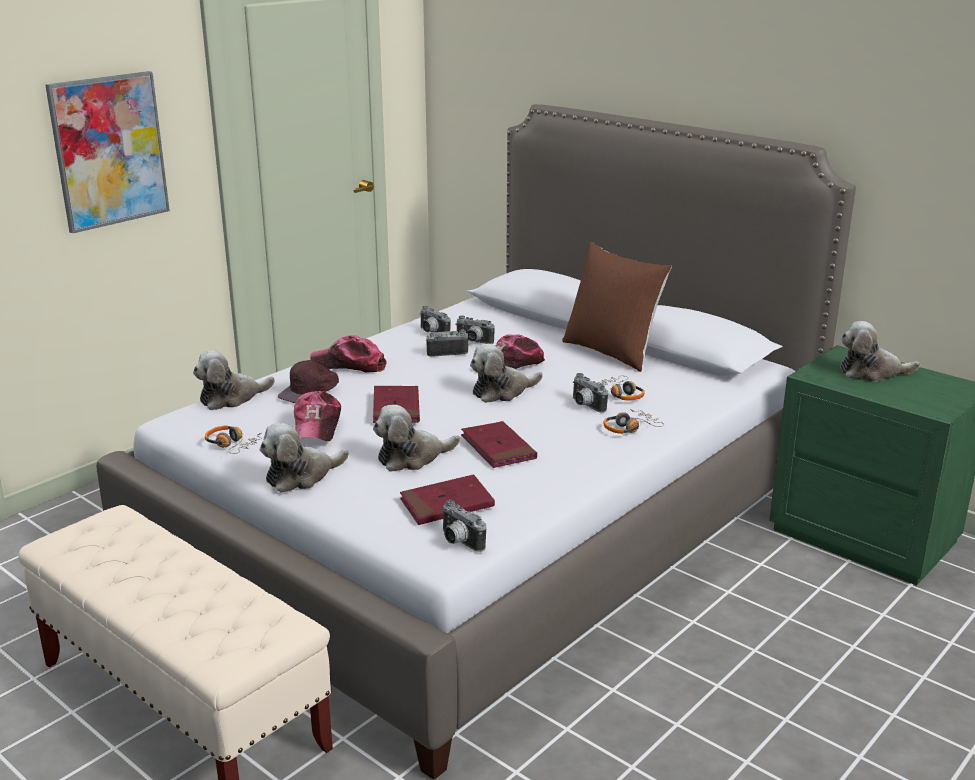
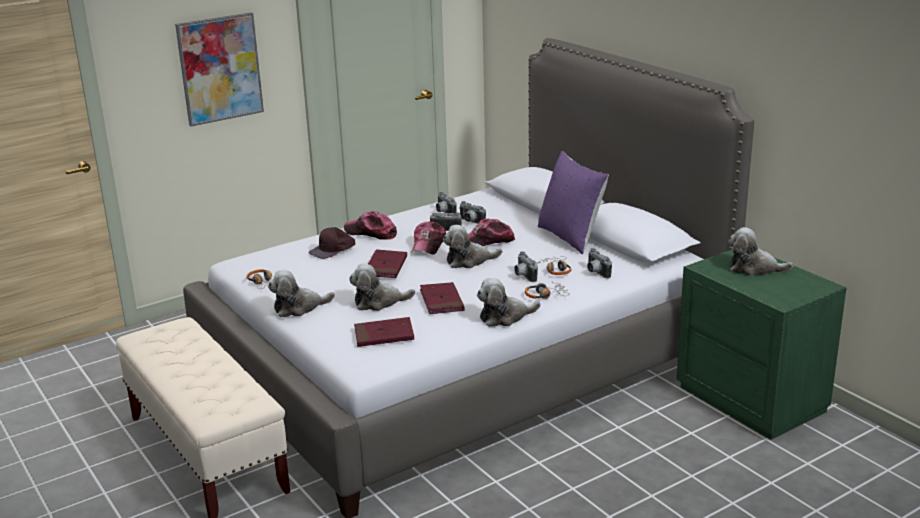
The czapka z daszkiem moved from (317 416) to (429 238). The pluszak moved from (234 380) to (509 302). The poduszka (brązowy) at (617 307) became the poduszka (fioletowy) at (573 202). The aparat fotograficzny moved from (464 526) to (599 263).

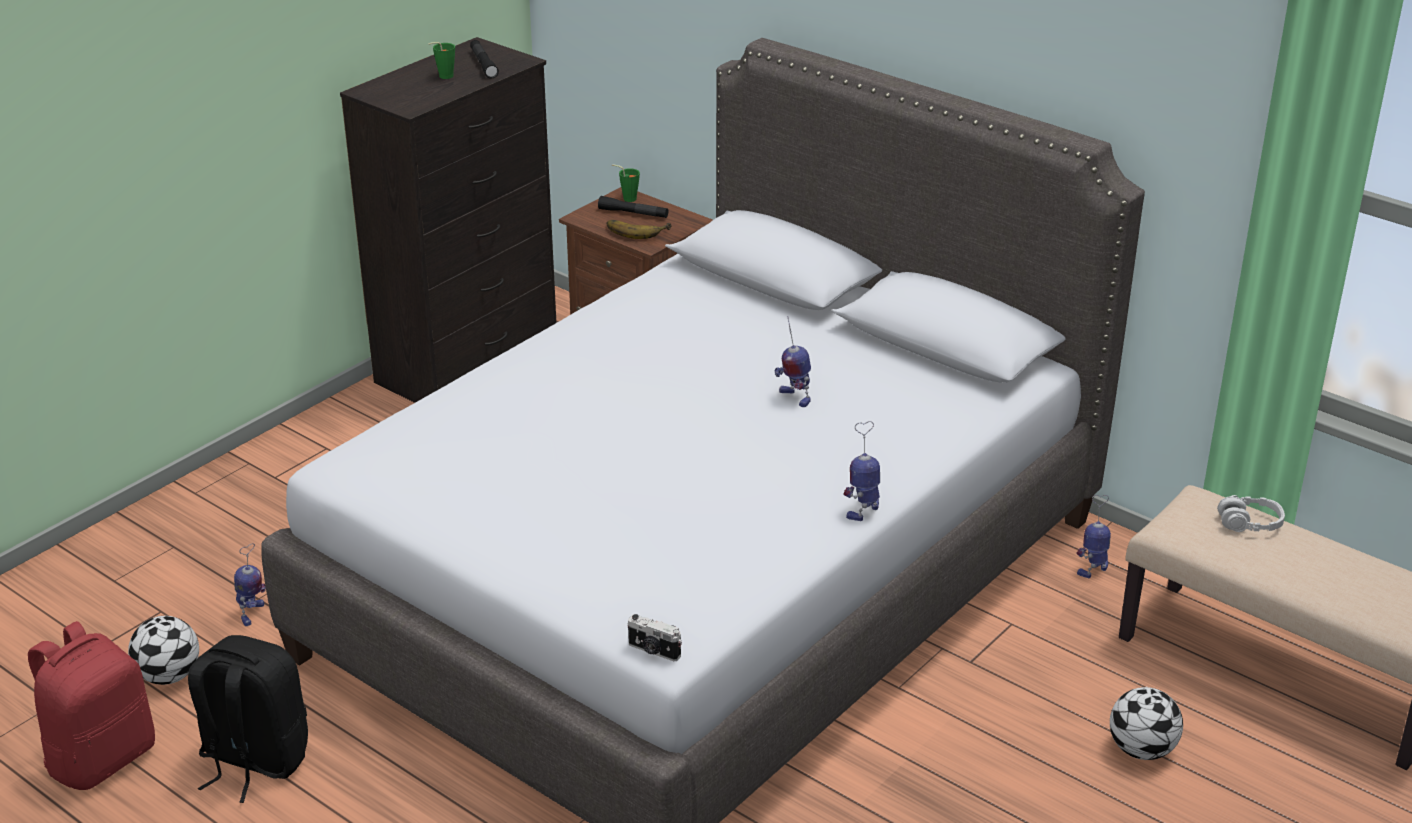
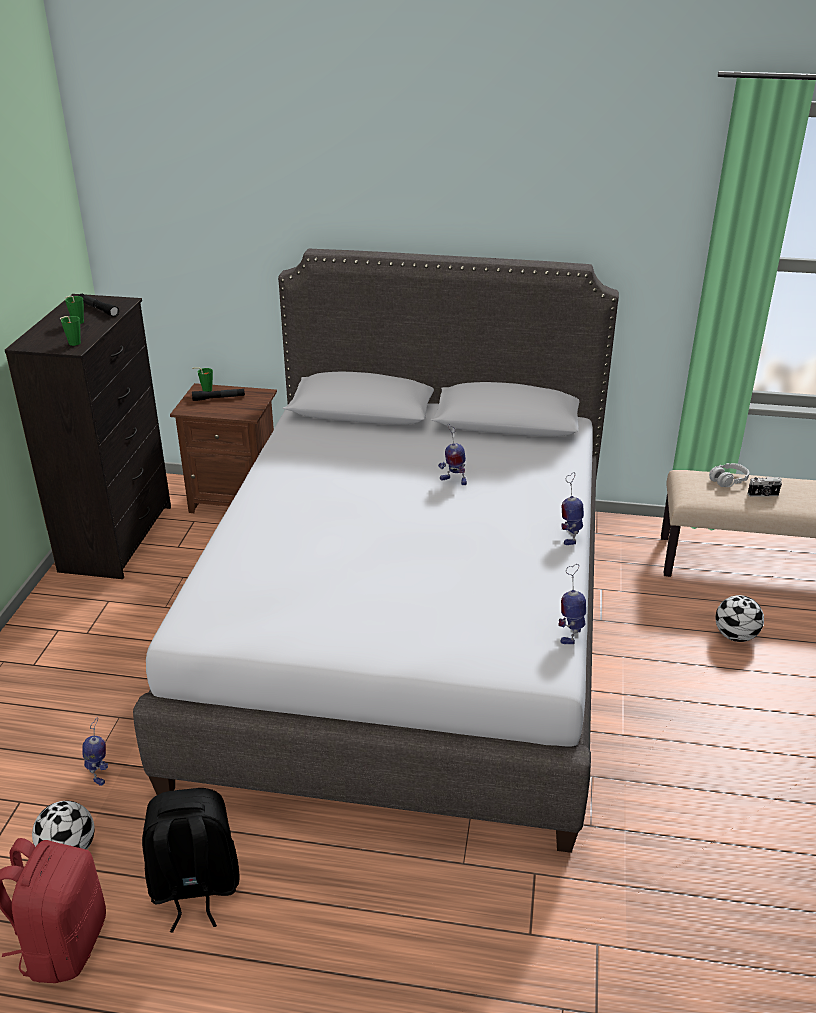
The filiżanka (zielony) at (70 331) appeared. The robot zabawkowy moved from (1093 536) to (572 604). The aparat fotograficzny moved from (655 637) to (765 487). The banan at (639 229) disappeared.

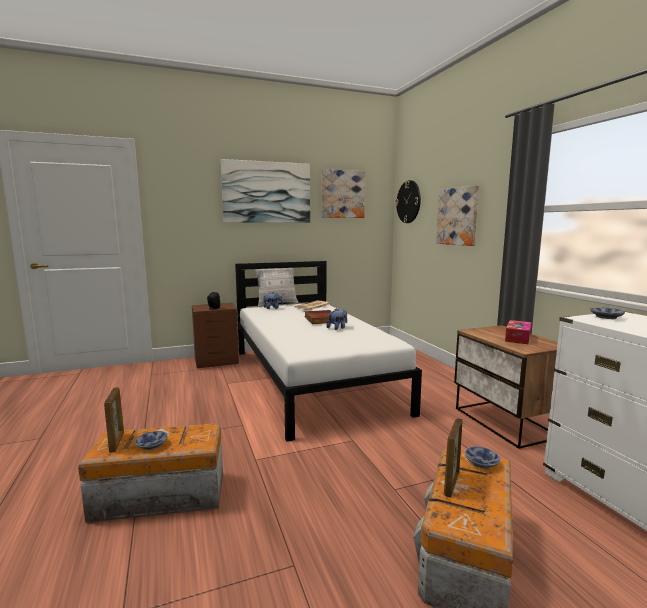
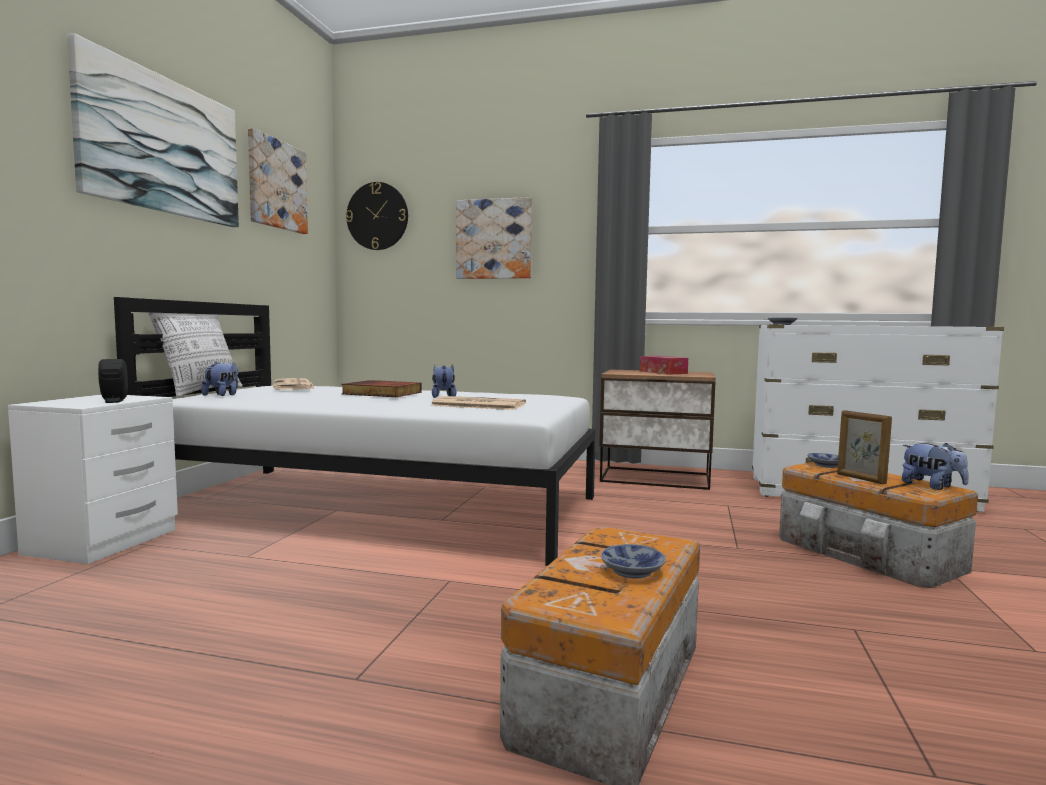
The szafka nocna (brązowy) at (215 335) became the szafka nocna (biały) at (93 479). The gazeta at (478 403) appeared. The pluszak at (935 466) appeared. The ramka na zdjęcie at (114 420) disappeared.

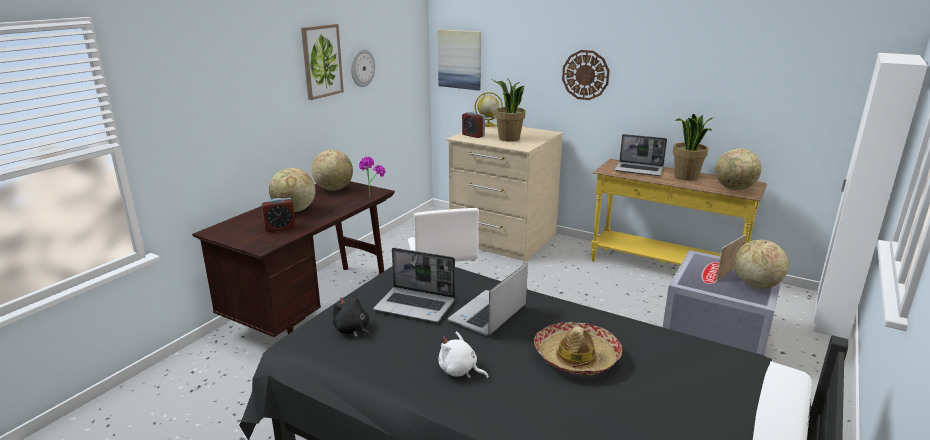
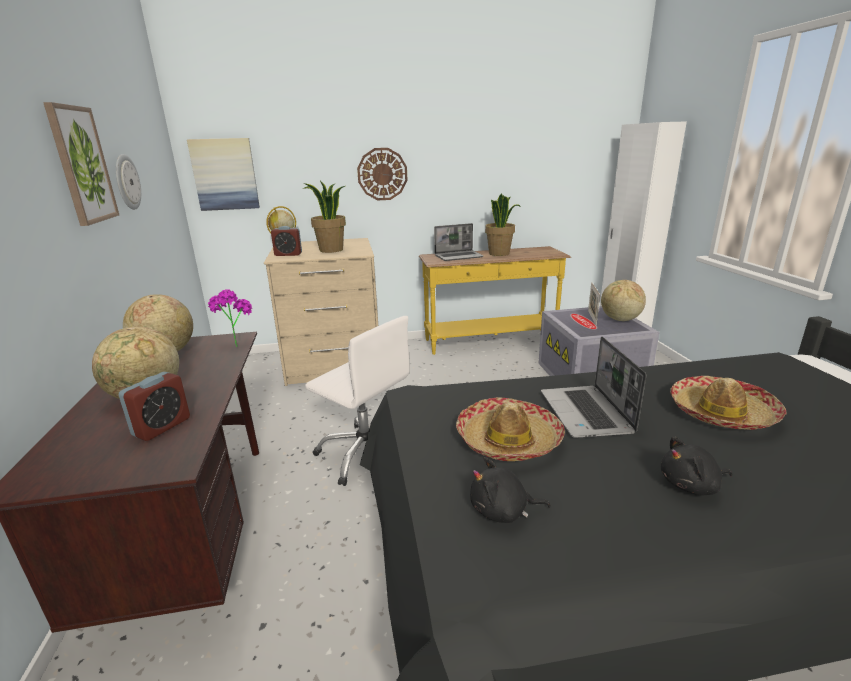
The laptop at (414 285) was replaced by the kapelusz at (510 429). The pluszak (biały) at (464 355) became the pluszak (czarny) at (697 465). The globus at (739 169) disappeared.

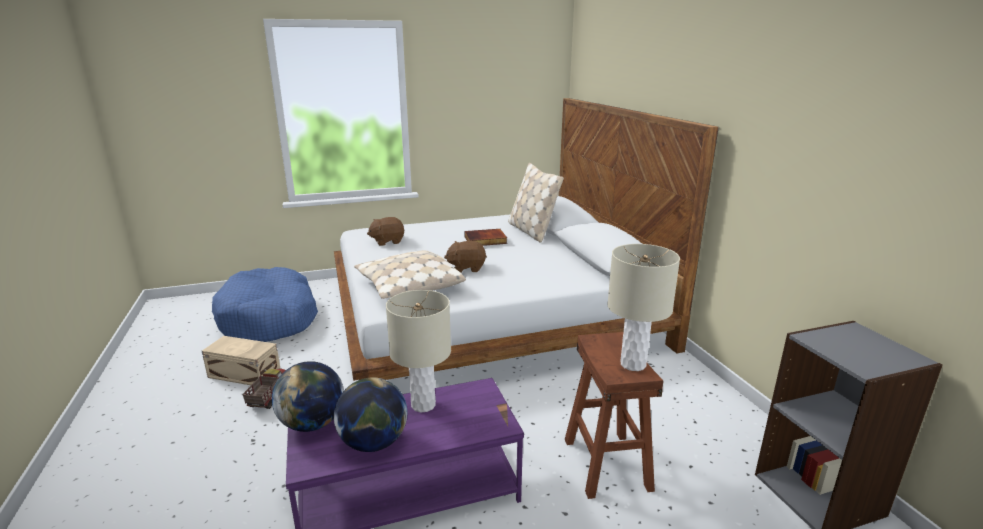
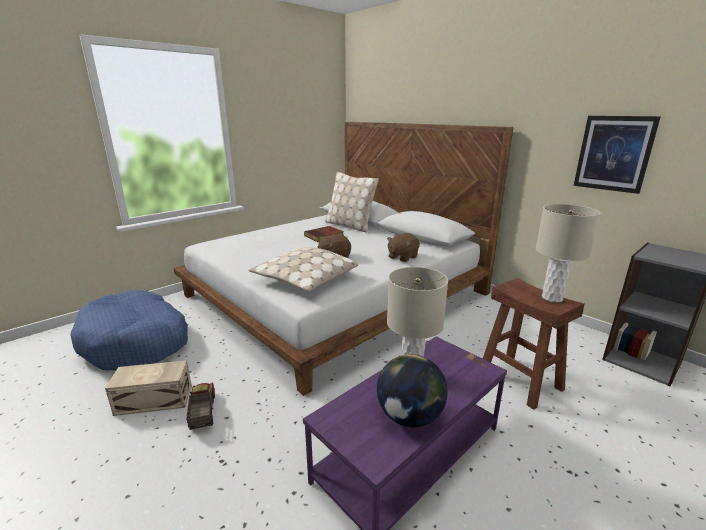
The pluszak (brązowy) moved from (385 231) to (403 247). The obraz at (617 155) appeared. The globus at (308 396) disappeared.

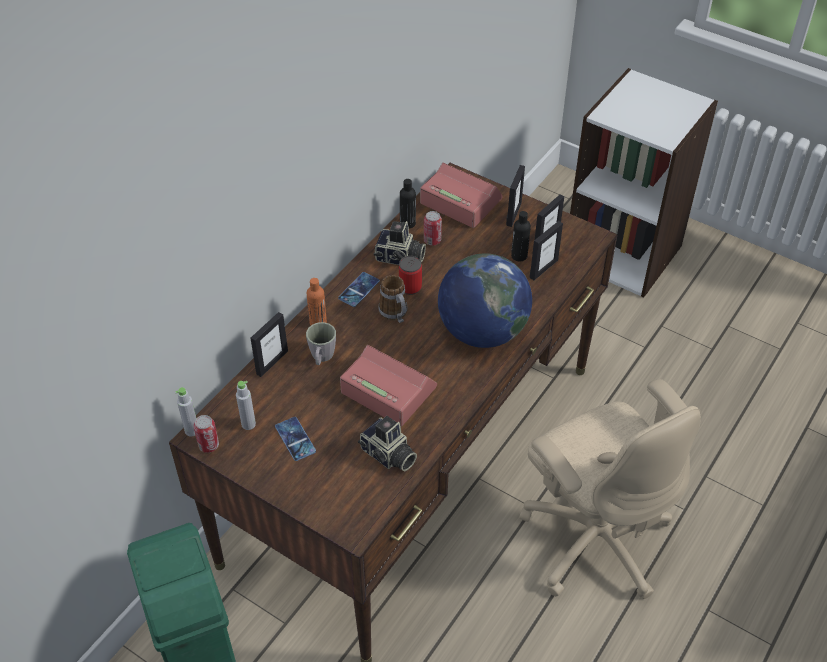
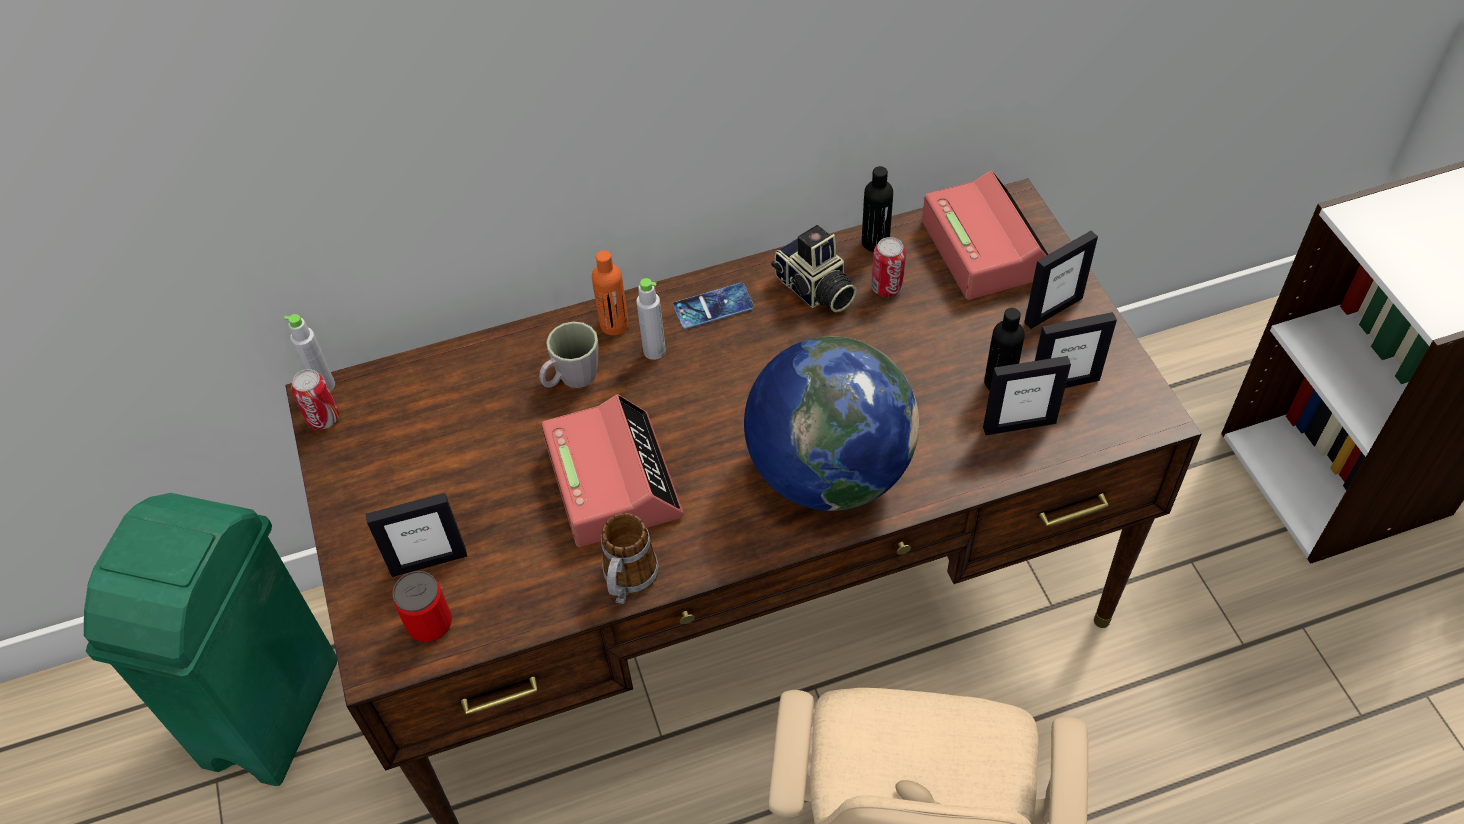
The ramka na zdjęcie moved from (269 344) to (416 535). The puszka moved from (410 275) to (422 606). The kubek moved from (393 299) to (630 558). The butelka (szary) moved from (246 405) to (651 319). The telefon at (295 439) disappeared. The aparat fotograficzny at (387 444) disappeared.

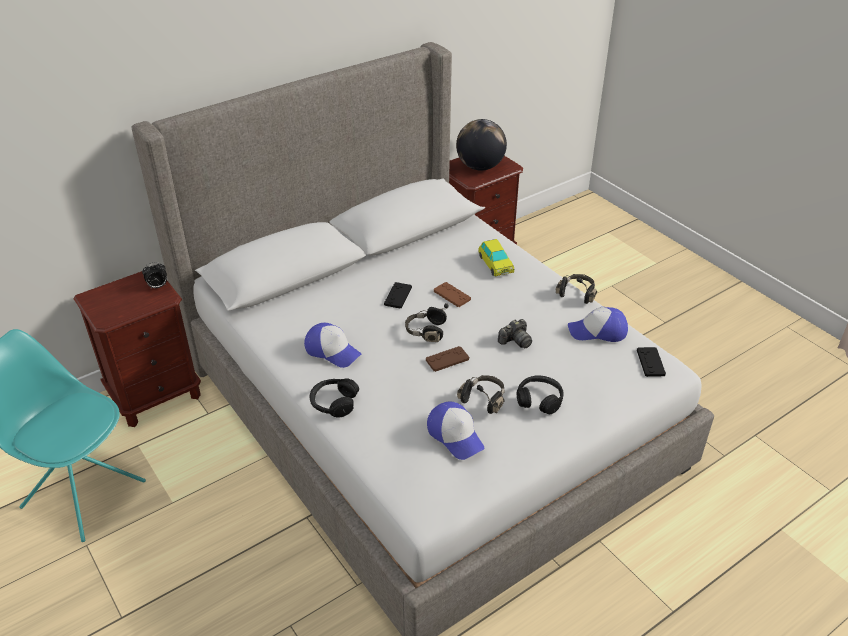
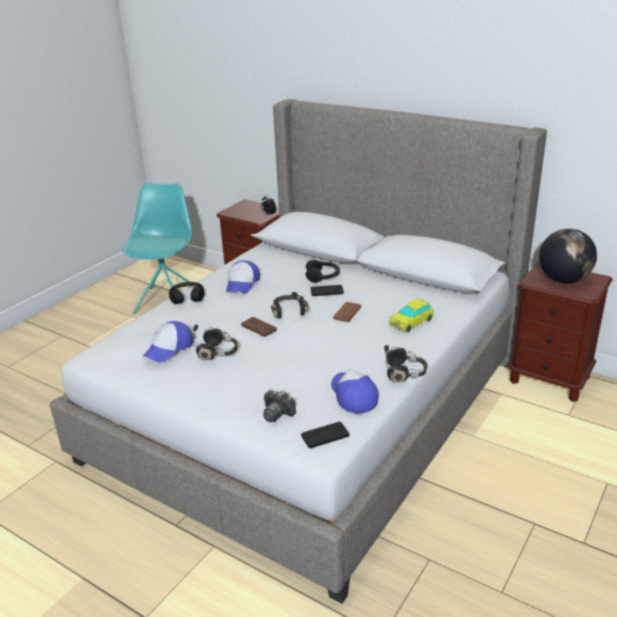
The aparat fotograficzny moved from (515 333) to (279 406). The słuchawki (czarny) moved from (540 394) to (323 271).

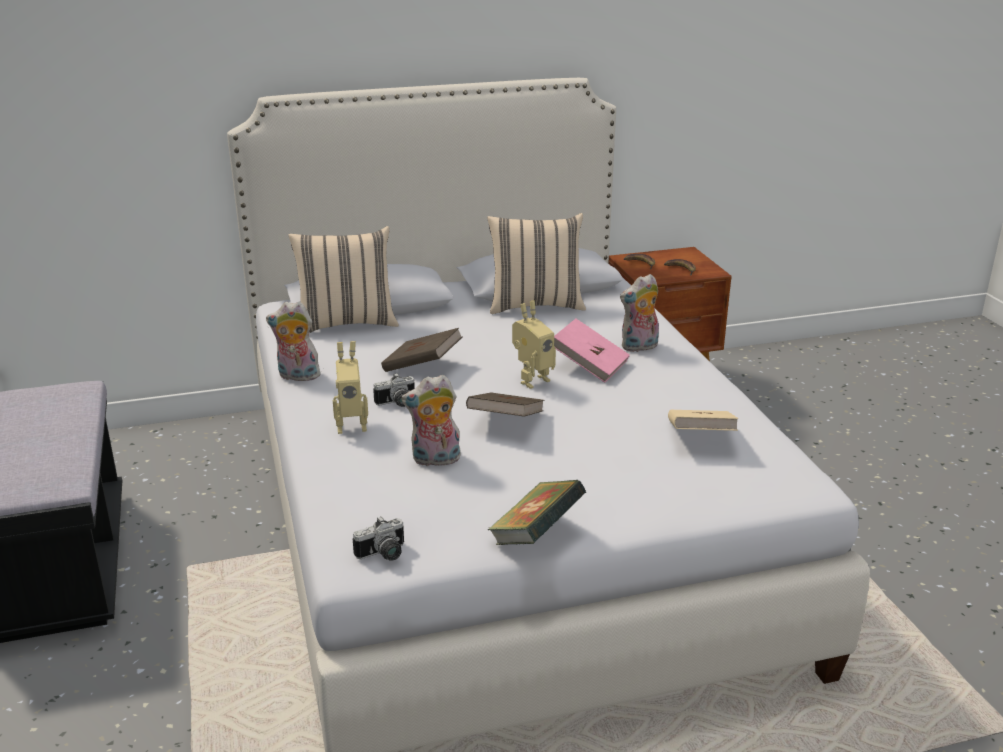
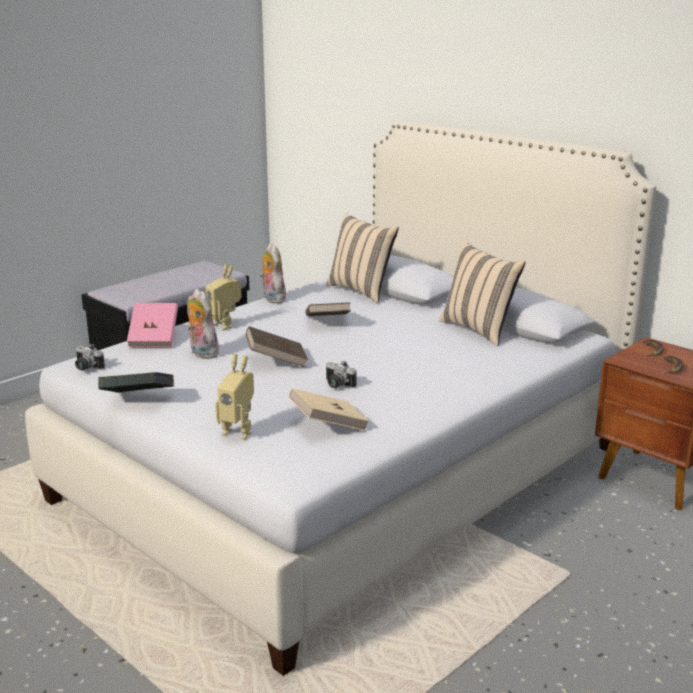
The książka (różowy) moved from (592 351) to (152 325). The robot zabawkowy moved from (534 345) to (234 397). The aparat fotograficzny moved from (394 390) to (341 374). The pluszak at (639 313) disappeared.

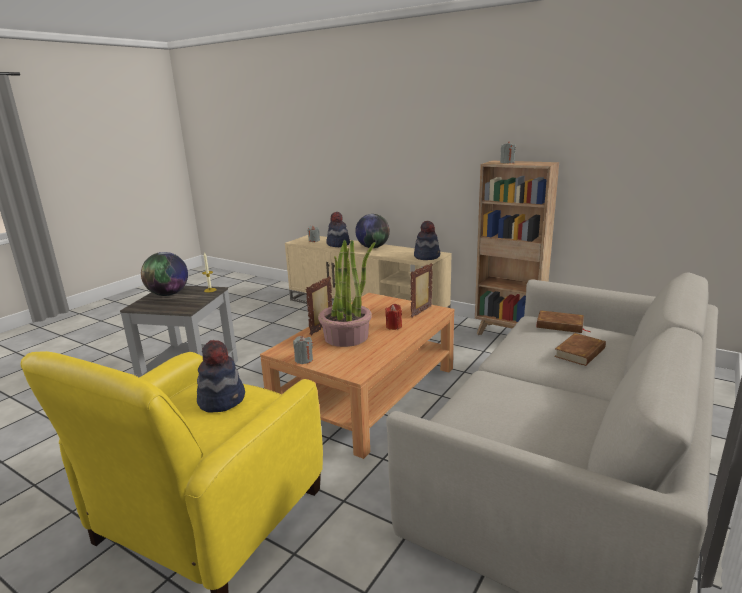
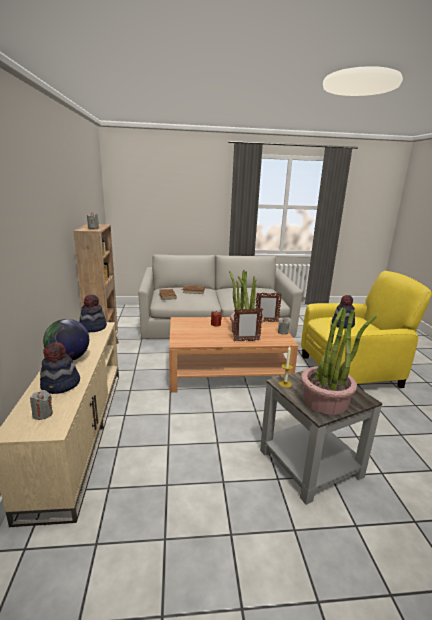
The ramka na zdjęcie moved from (421 290) to (268 307). The globus at (164 274) was replaced by the roślina doniczkowa at (339 361).

